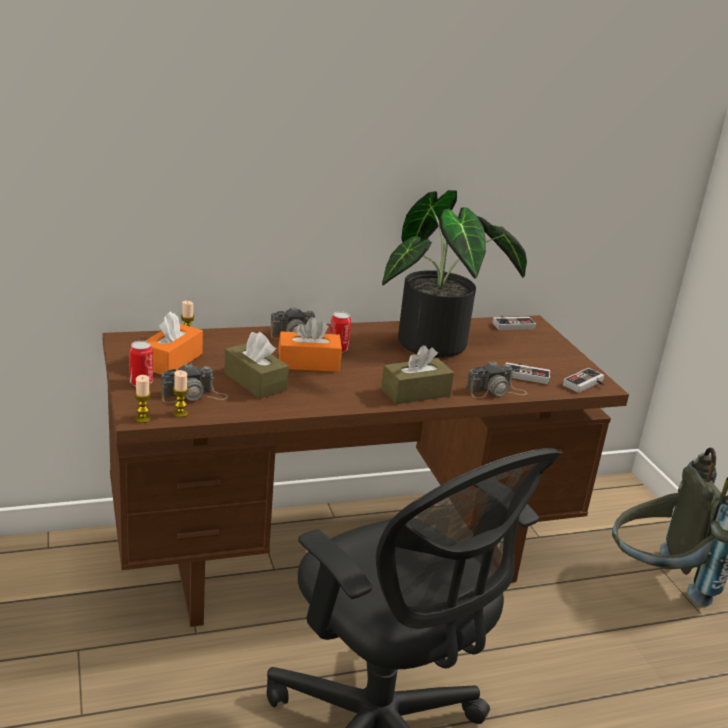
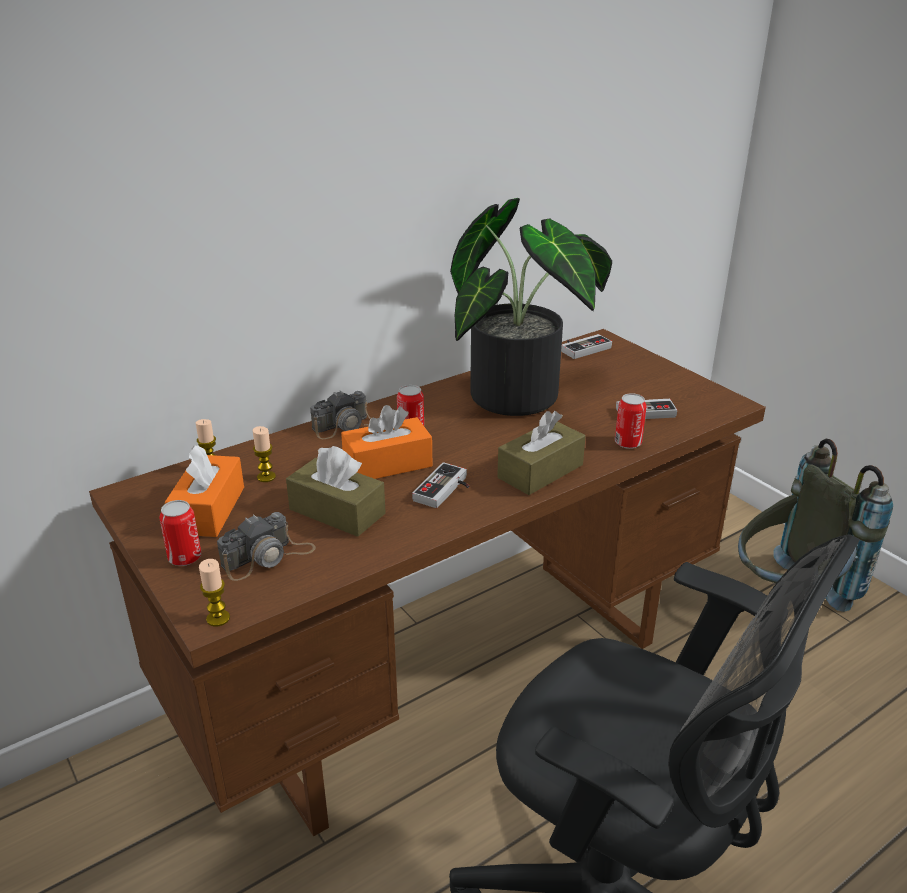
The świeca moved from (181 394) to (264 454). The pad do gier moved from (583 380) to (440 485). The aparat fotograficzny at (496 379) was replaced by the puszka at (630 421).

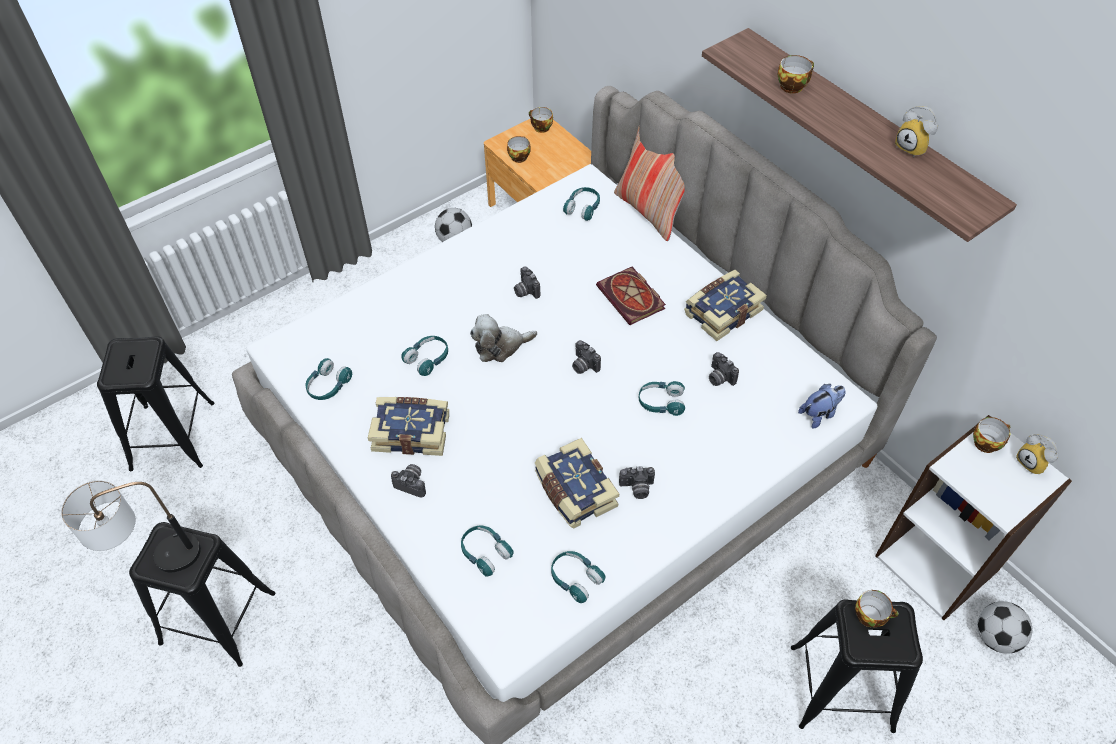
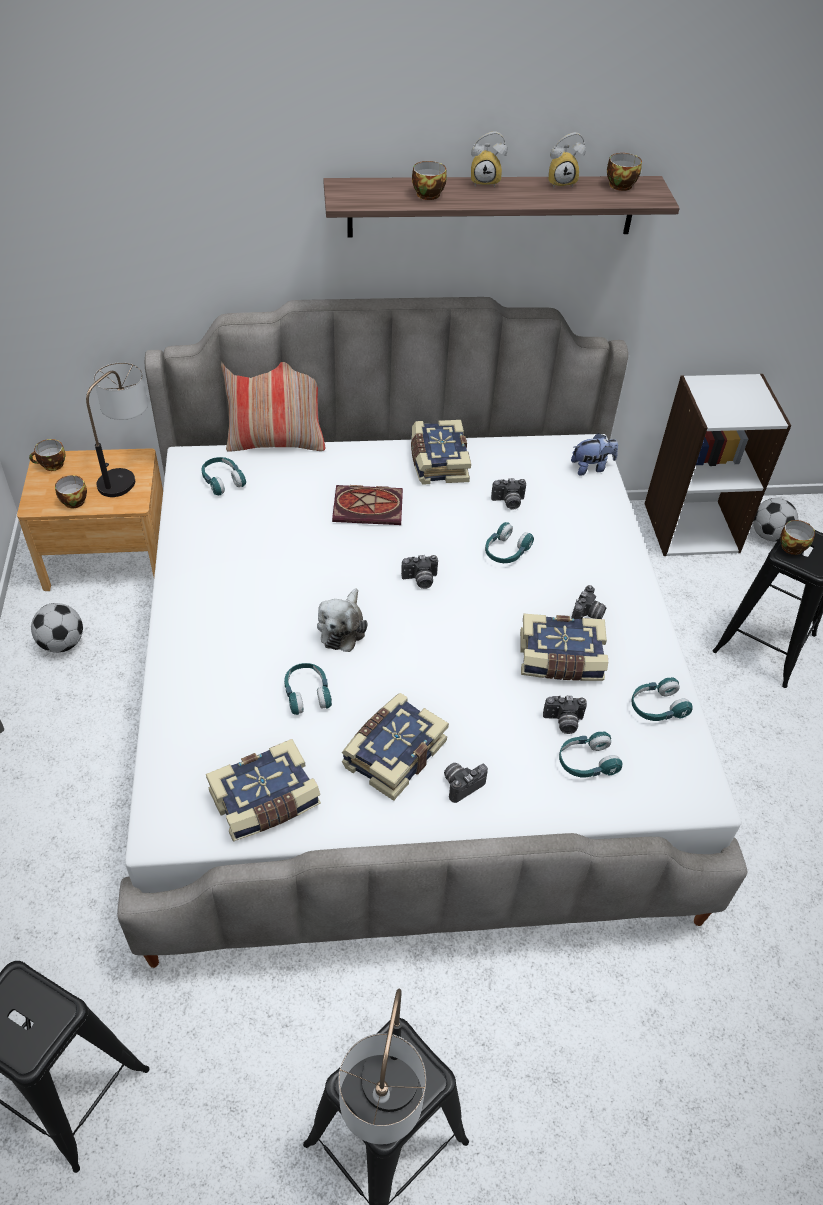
The lampa stołowa at (117 429) appeared. The słuchawki (turkusowy) at (328 379) was replaced by the książka at (263 790). The budzik moved from (1037 454) to (489 160). The aparat fotograficzny moved from (527 282) to (565 715). The pluszak at (821 406) turned 75 degrees clockwise. The filiżanka moved from (991 435) to (624 172).

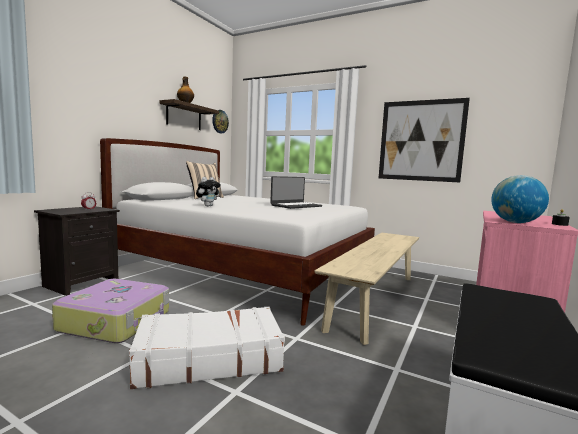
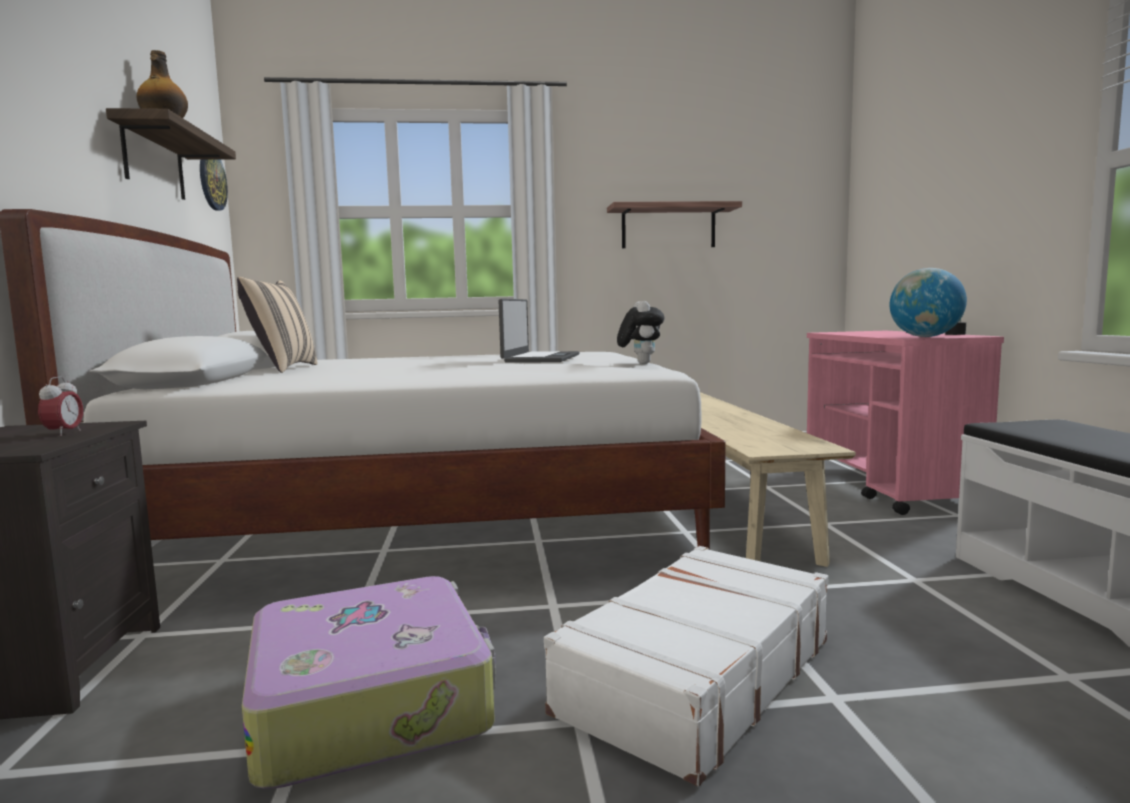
The obraz at (424 140) was replaced by the półka at (674 224). The pluszak moved from (208 191) to (640 332).

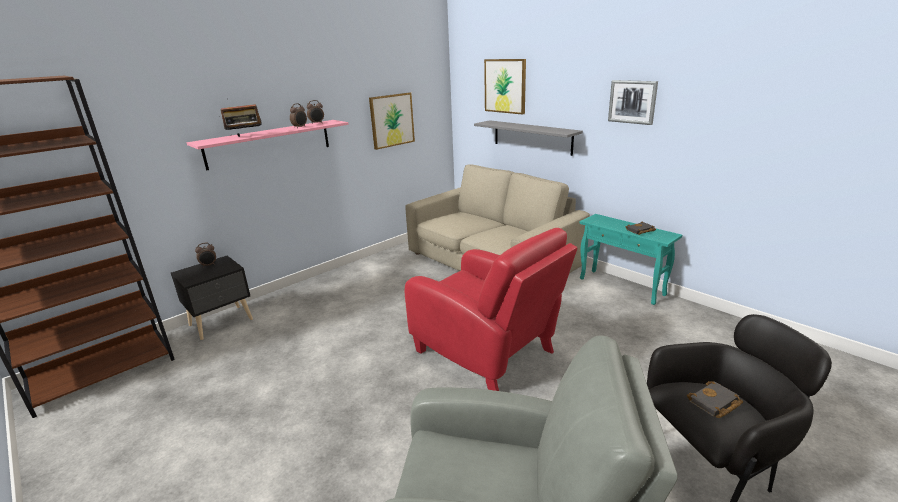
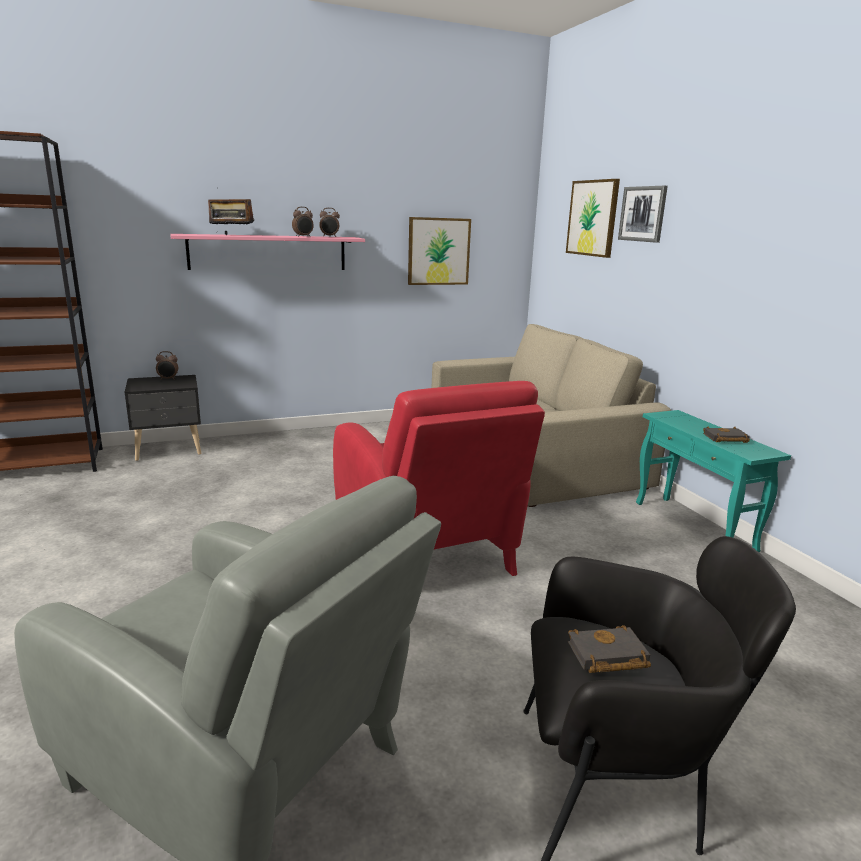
The obraz moved from (633 102) to (643 214). The półka (szary) at (528 138) disappeared.

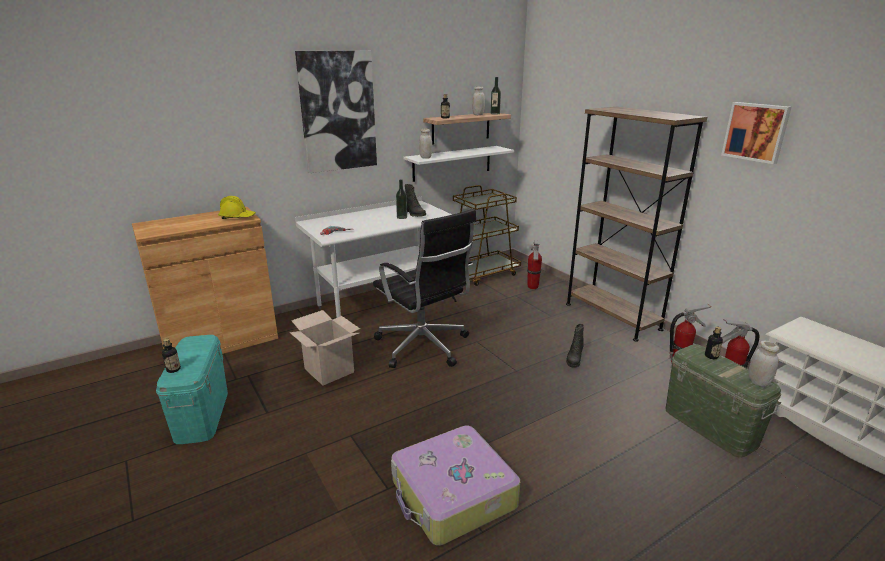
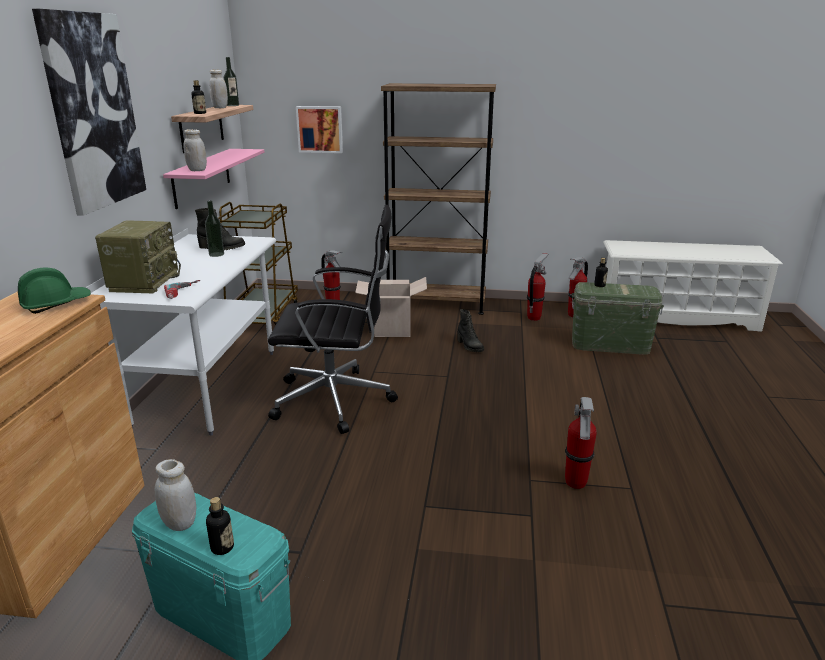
The kask (żółty) at (237 207) became the kask (zielony) at (54 291). The radio at (138 257) appeared. The słoik (biały) moved from (763 364) to (175 495). The półka (biały) at (459 164) became the półka (różowy) at (213 179). The obraz moved from (756 133) to (319 129). The karton moved from (325 347) to (391 307). The walizka at (455 485) was replaced by the gaśnica at (581 443).

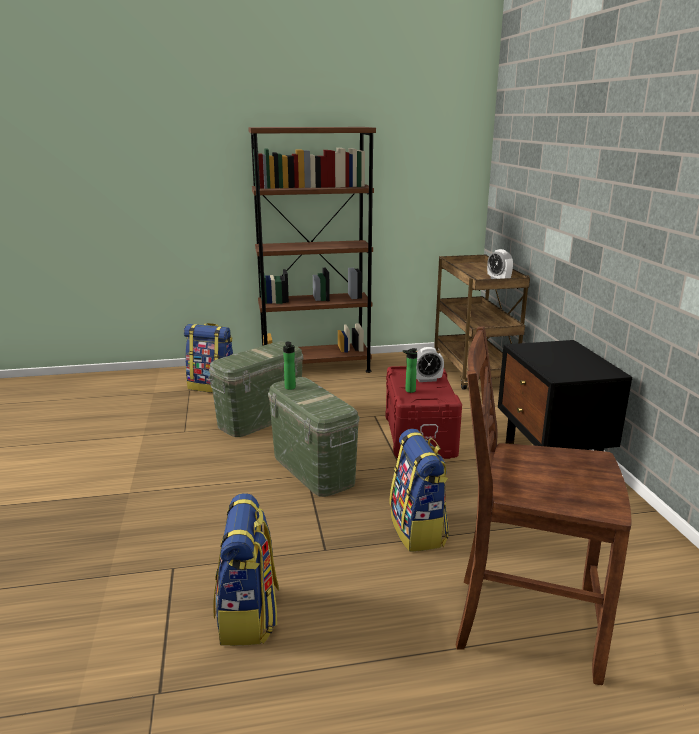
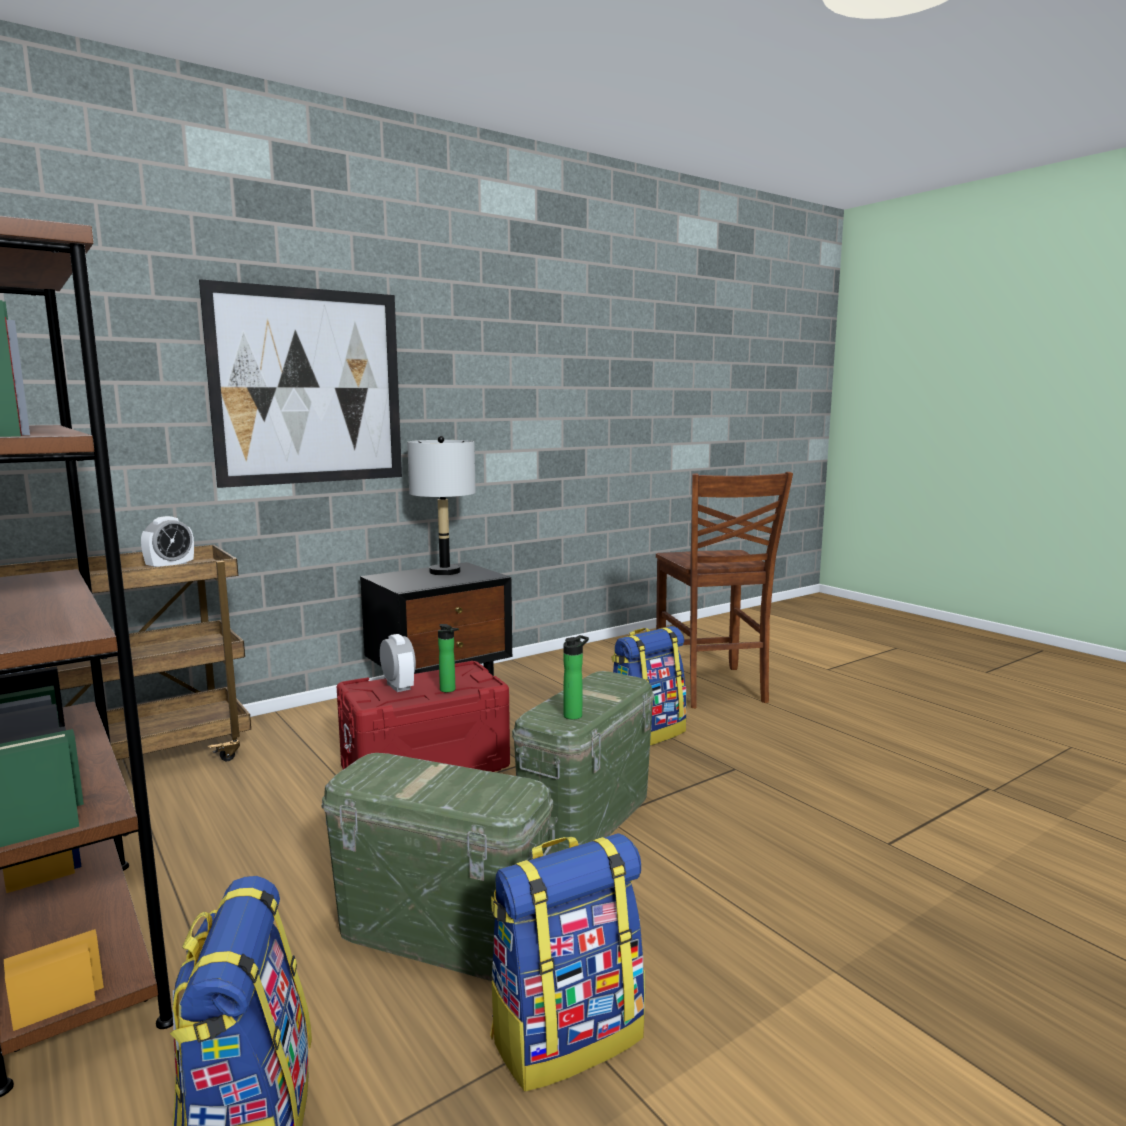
The obraz at (300 383) appeared. The lampa stołowa (szary) at (441 505) appeared. The plecak moved from (246 569) to (567 962).

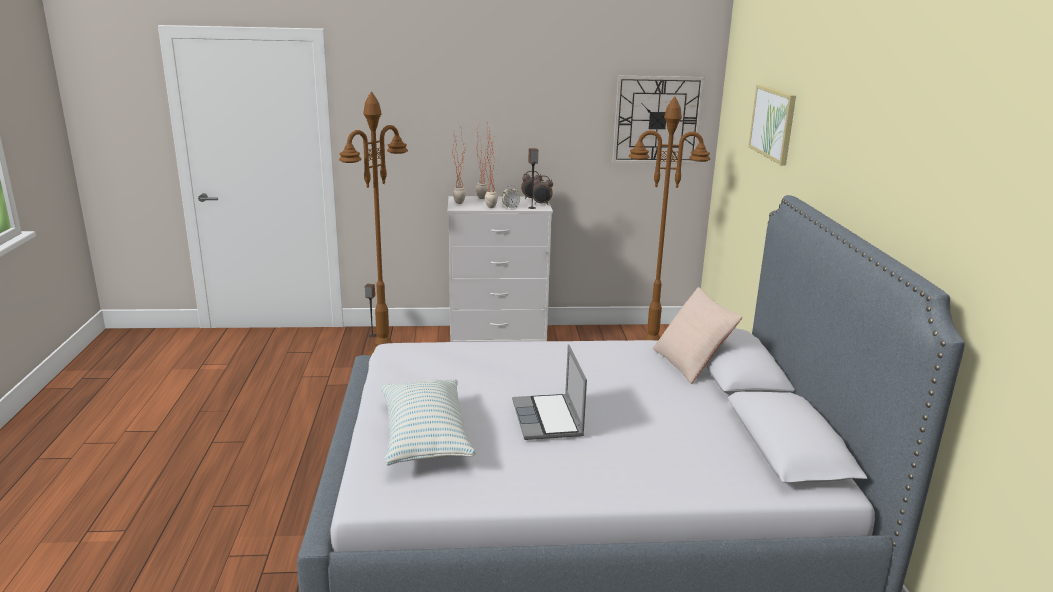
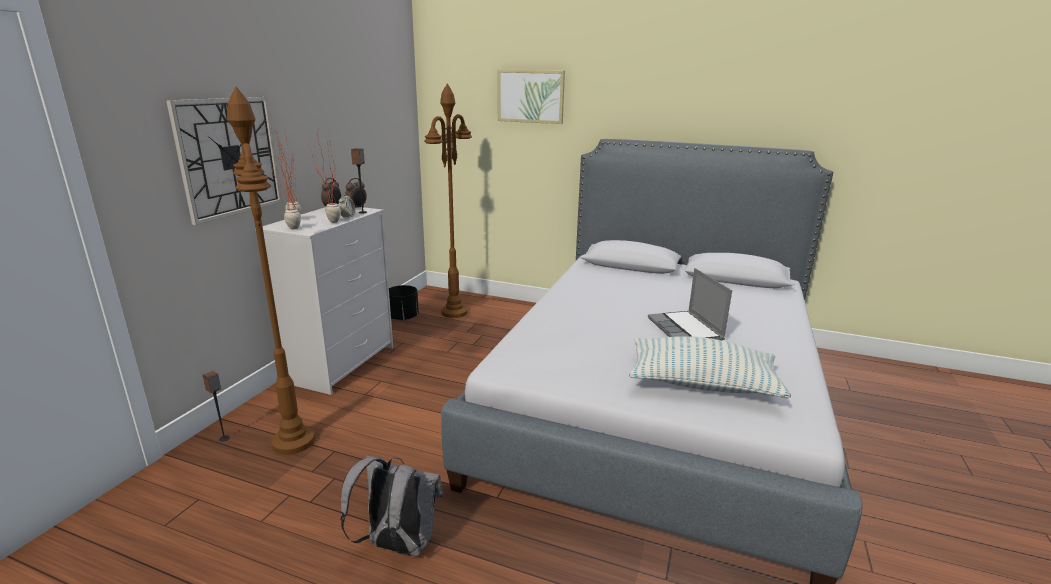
The zegar ścienny moved from (658 120) to (224 161). The plecak (szary) at (391 505) appeared. The donica (czarny) at (404 303) appeared. The laptop at (549 392) turned 60 degrees clockwise. The poduszka (beżowy) at (697 335) disappeared.

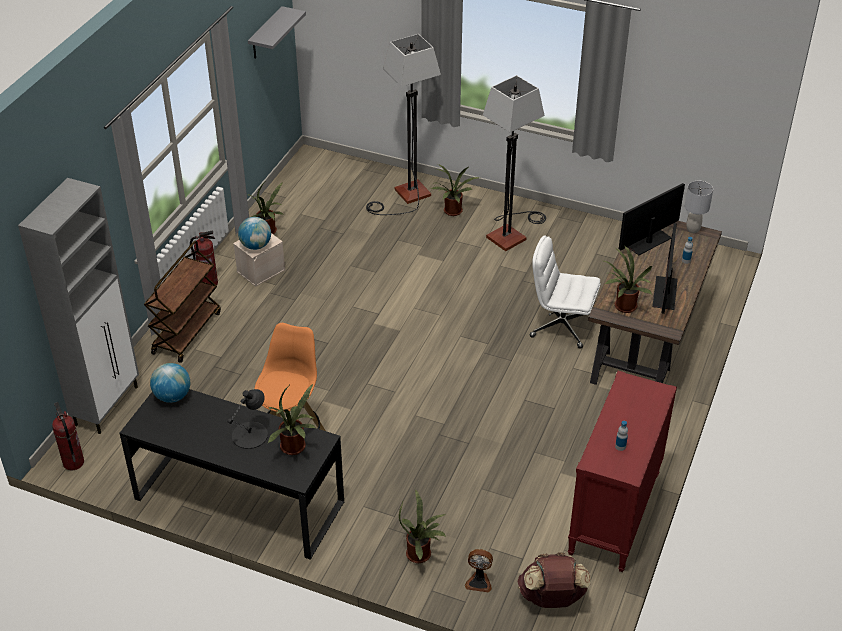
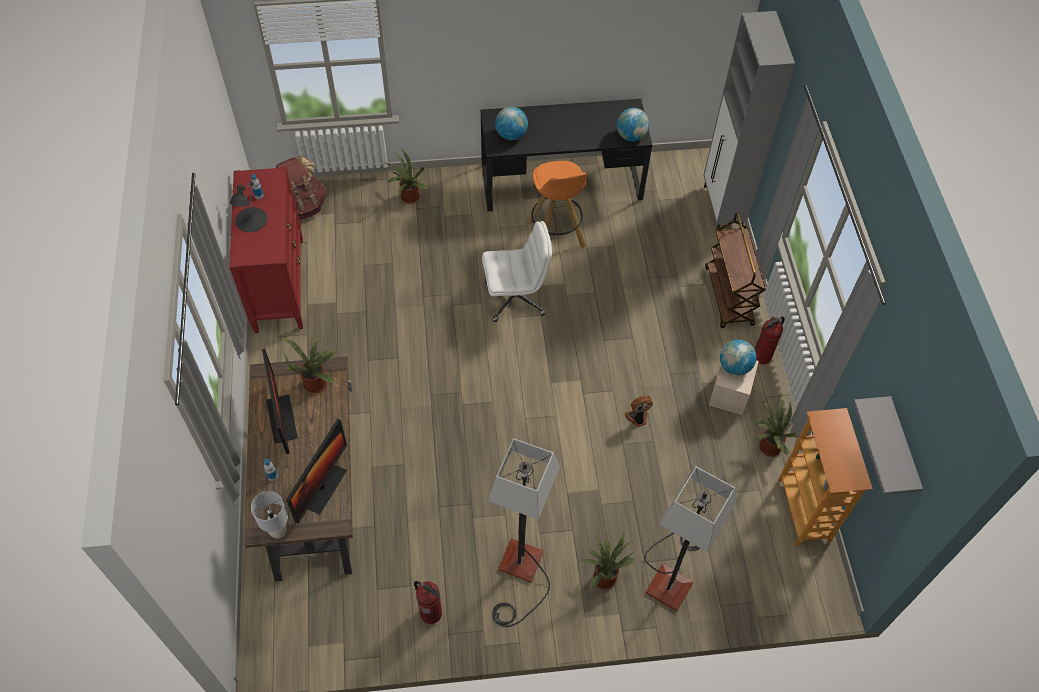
The lampa stołowa (czarny) moved from (247 419) to (248 207). The gaśnica moved from (68 436) to (428 602). The krzesło biurowe (biały) moved from (565 292) to (517 271). The roślina doniczkowa at (291 419) was replaced by the globus at (511 123). The wentylator moved from (479 570) to (639 411). The regał at (825 477) appeared.

